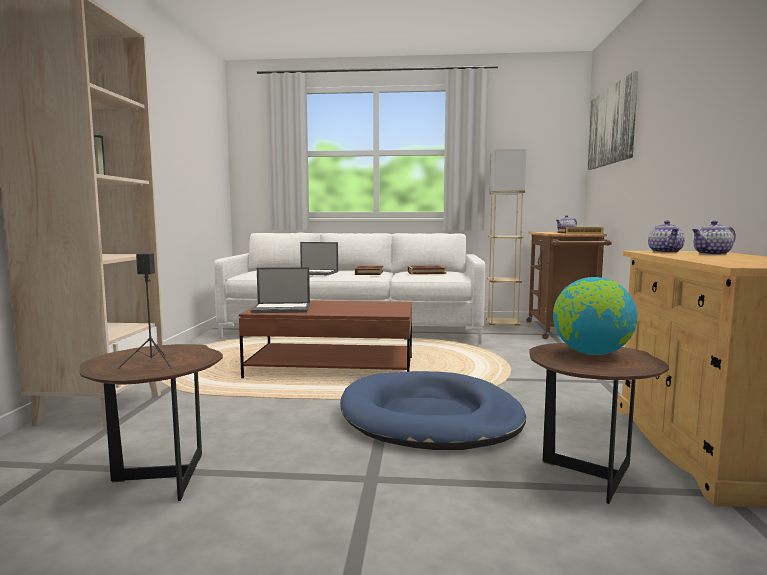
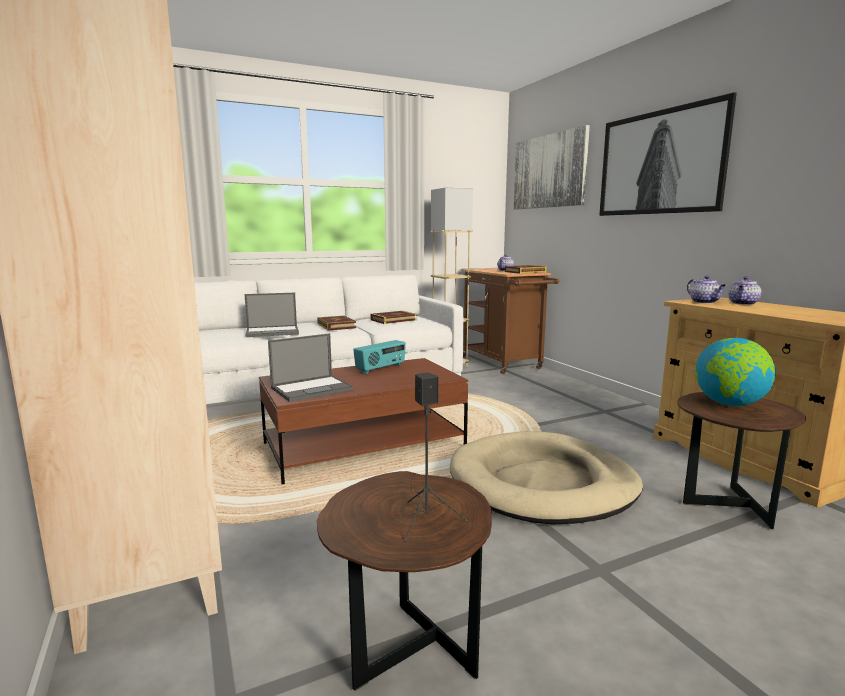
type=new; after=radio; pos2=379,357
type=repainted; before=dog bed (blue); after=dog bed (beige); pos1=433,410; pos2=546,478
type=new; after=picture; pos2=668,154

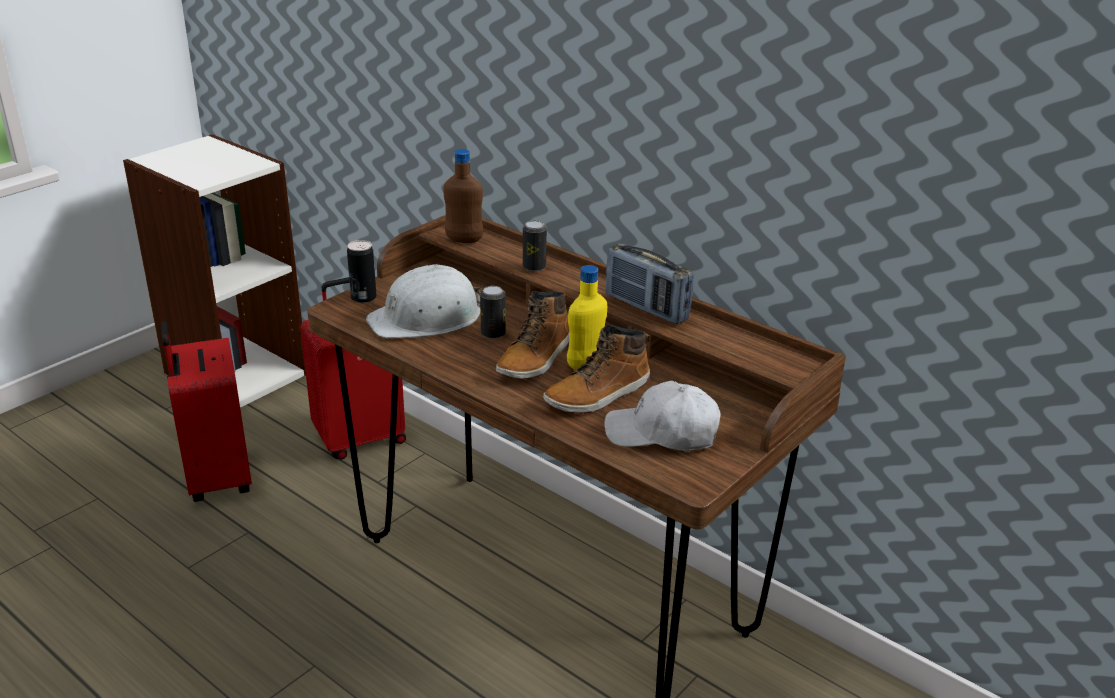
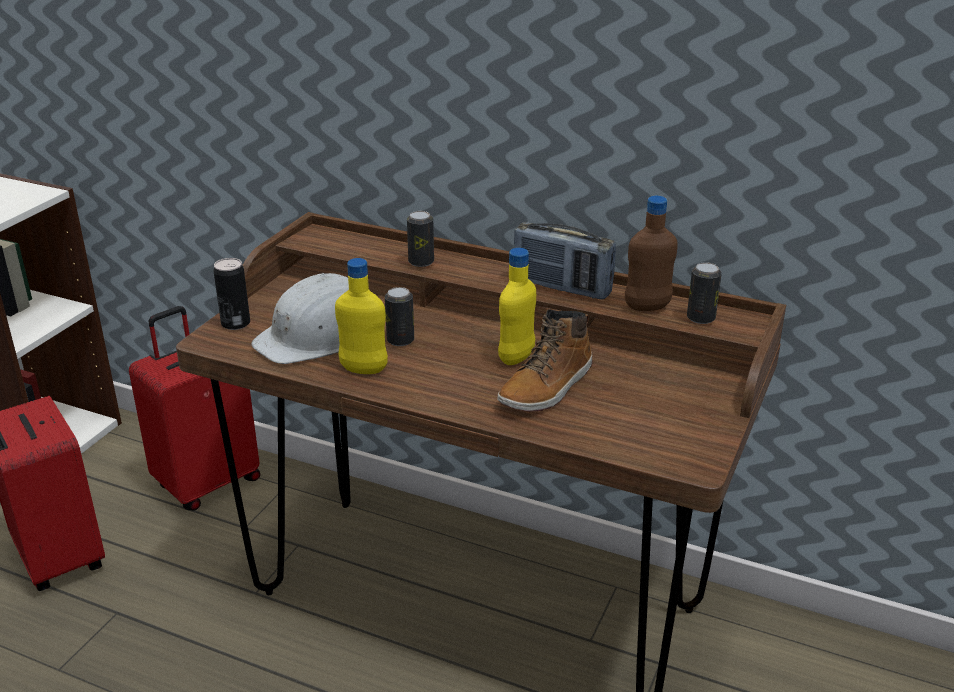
type=new; after=bottle (yellow); pos2=361,316
type=shifted; before=bottle (brown); pos1=463,196; pos2=651,253
type=new; after=can; pos2=704,293
type=gone; before=boot; pos1=532,335
type=gone; before=cap (white); pos1=662,416

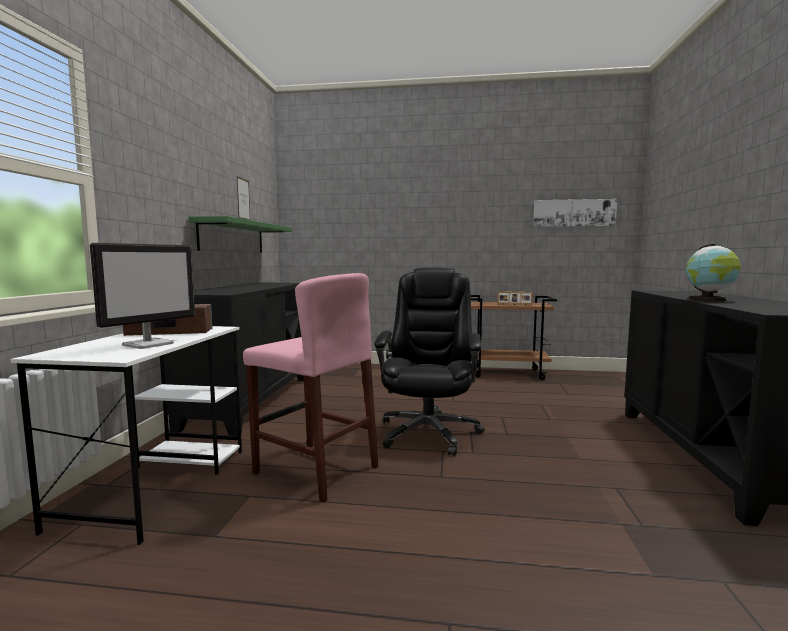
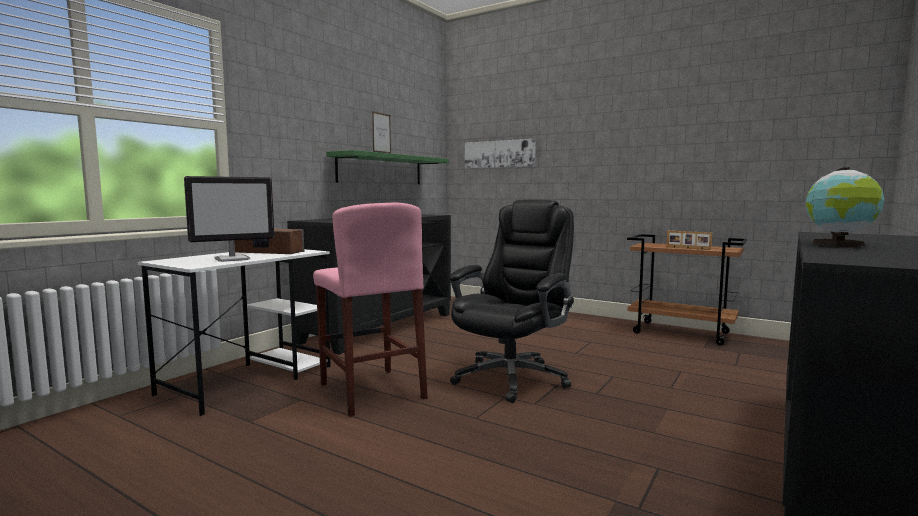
type=shifted; before=picture; pos1=575,213; pos2=500,153

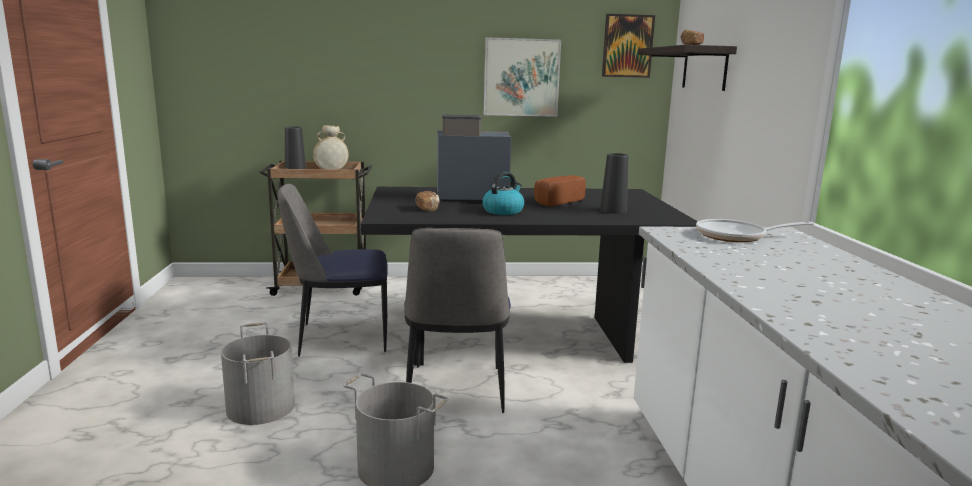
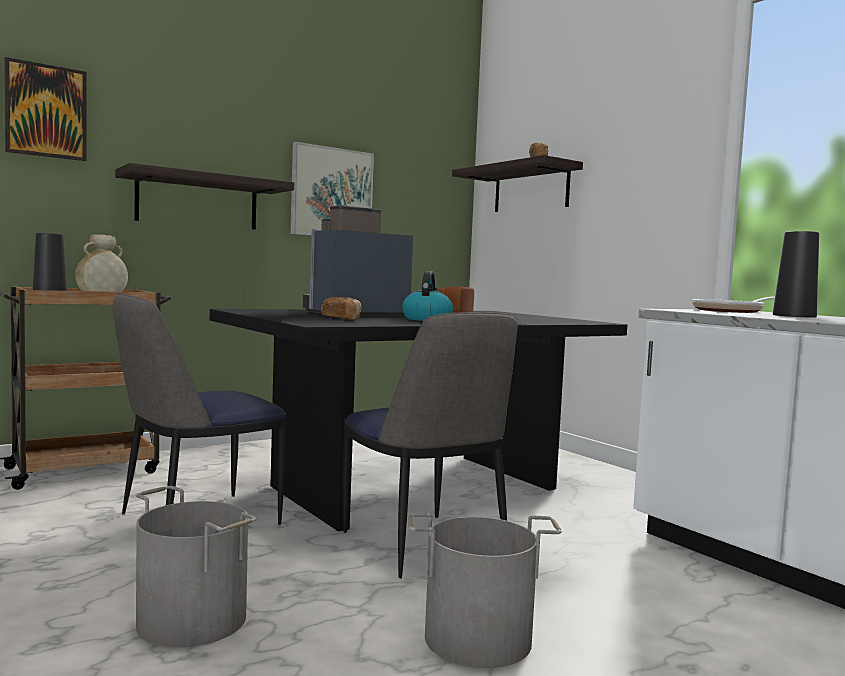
type=shifted; before=picture; pos1=628,46; pos2=45,109
type=new; after=shelf; pos2=204,196
type=shifted; before=vase (black); pos1=614,183; pos2=796,274

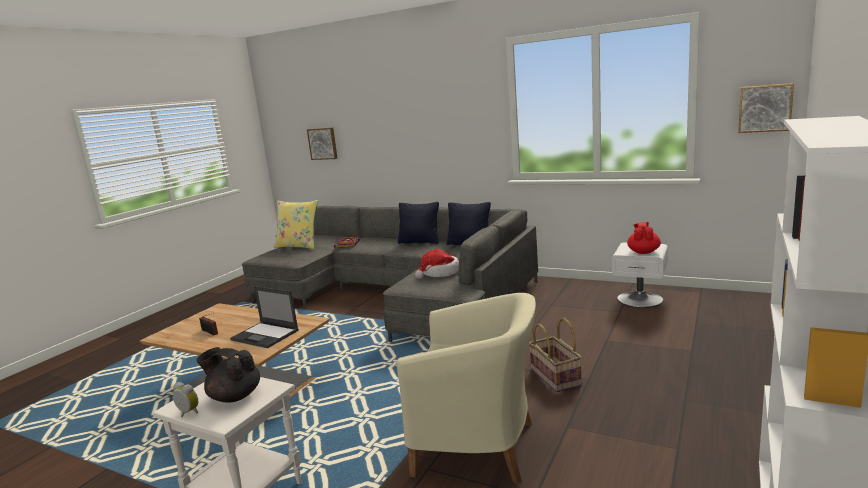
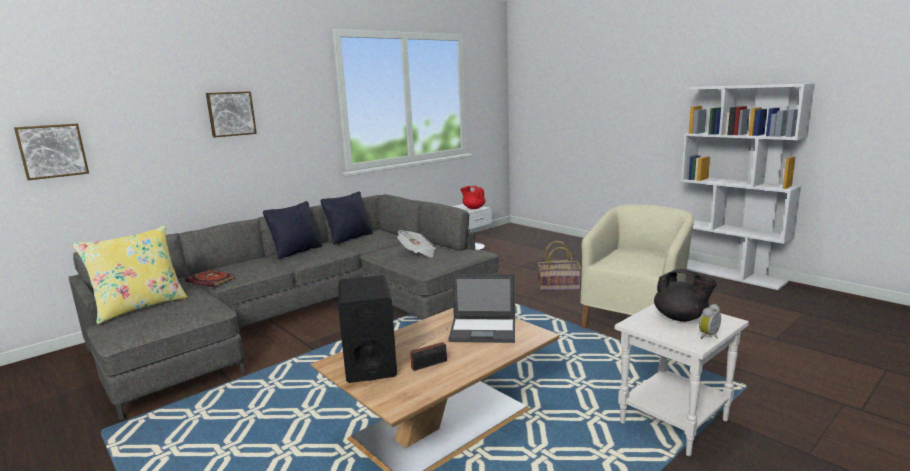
type=shifted; before=picture; pos1=766,108; pos2=231,114
type=new; after=speaker (black); pos2=367,329
type=swapped; before=hat; after=newspaper; pos1=437,264; pos2=416,243
type=rotated; before=laptop; pos1=264,317; pos2=481,308; turn=45
type=rotated; before=teapot (black); pos1=228,375; pos2=685,295; turn=-90

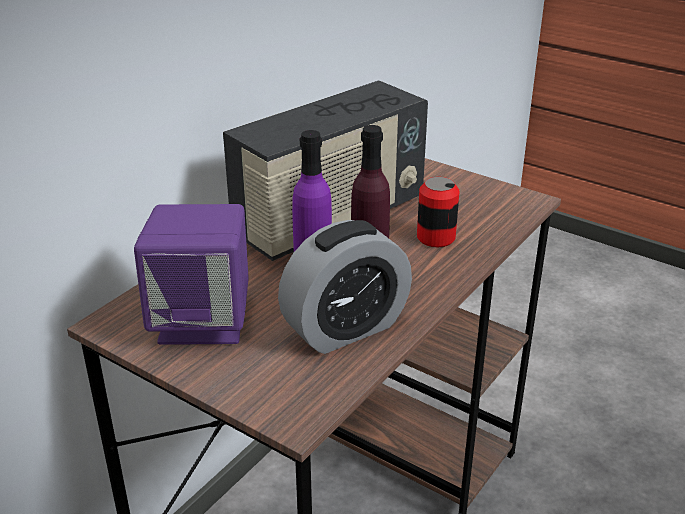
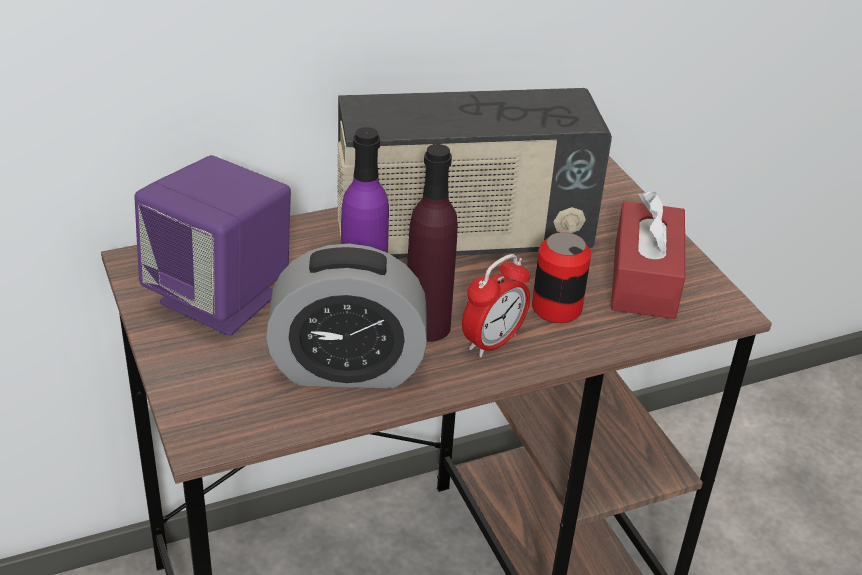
type=new; after=alarm clock; pos2=496,305
type=new; after=tissue box (red); pos2=648,255

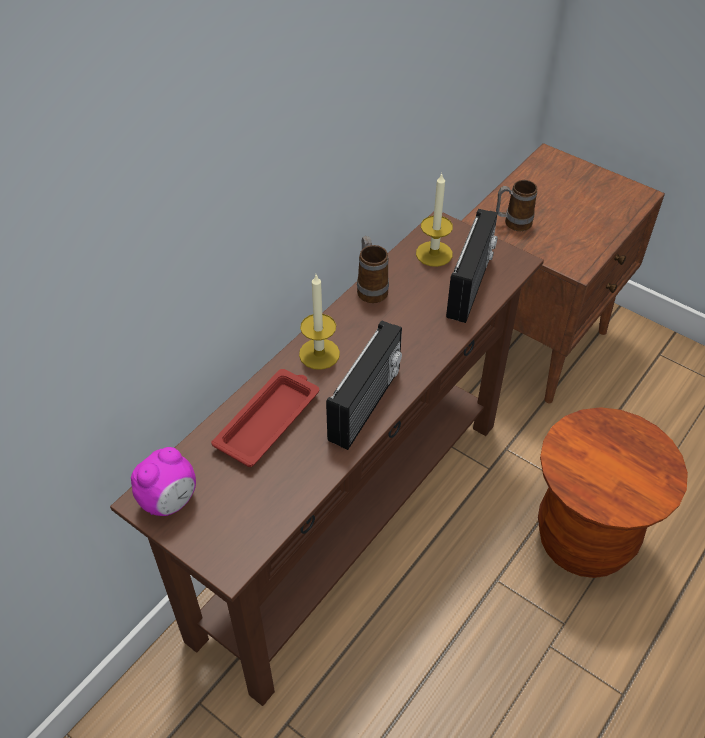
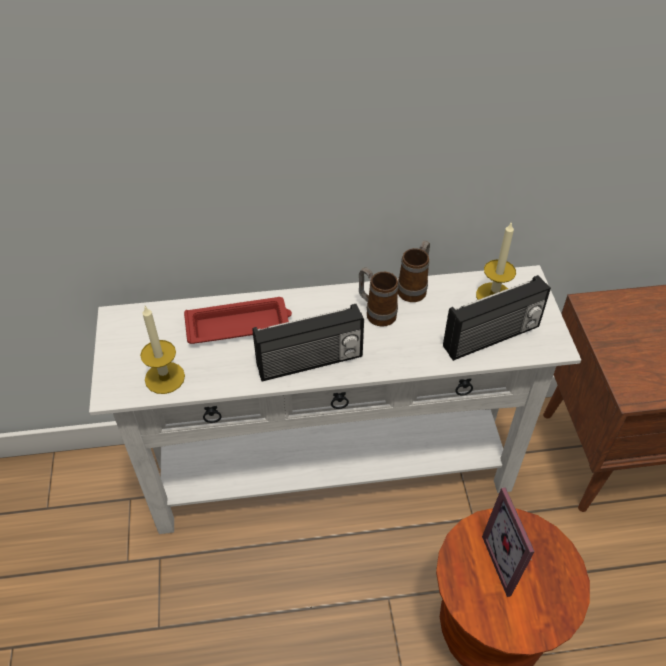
type=repainted; before=console table (brown); after=console table (white); pos1=327,459; pos2=335,399
type=shifted; before=candle; pos1=319,322; pos2=162,350
type=shifted; before=mug; pos1=516,205; pos2=378,297
type=new; after=picture frame; pos2=508,542
type=gone; before=alarm clock; pos1=163,481

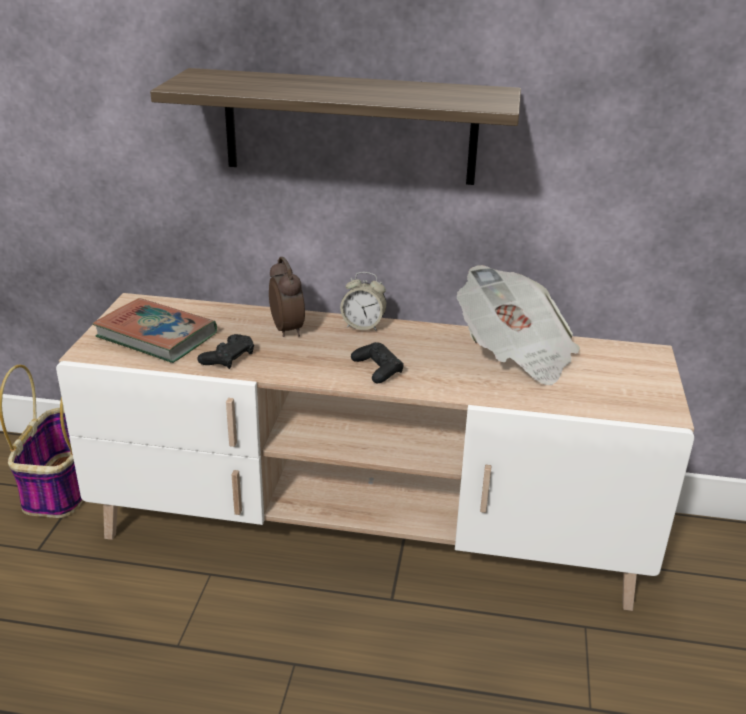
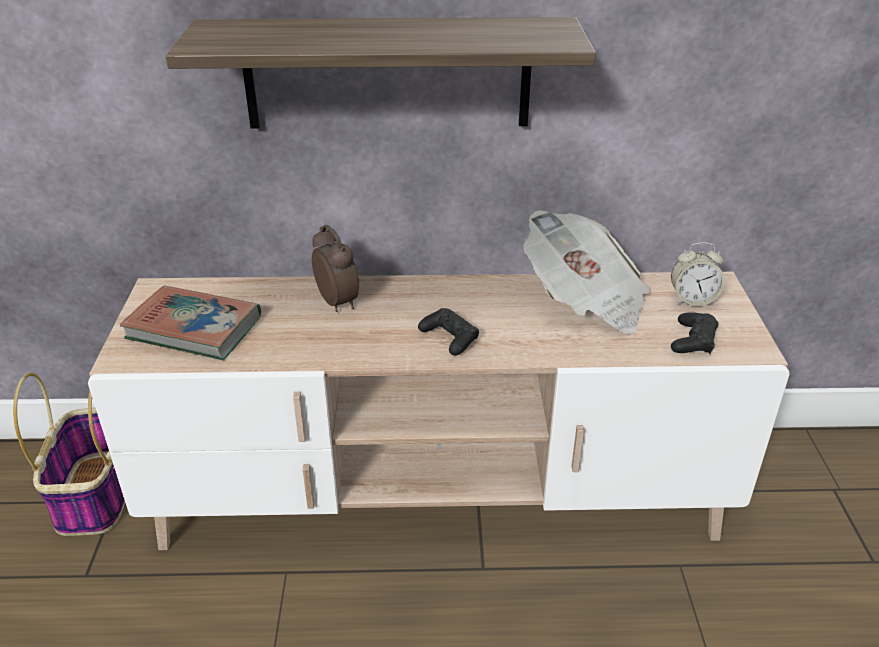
type=shifted; before=alarm clock; pos1=363,301; pos2=698,274
type=shifted; before=game controller (black); pos1=225,351; pos2=695,333

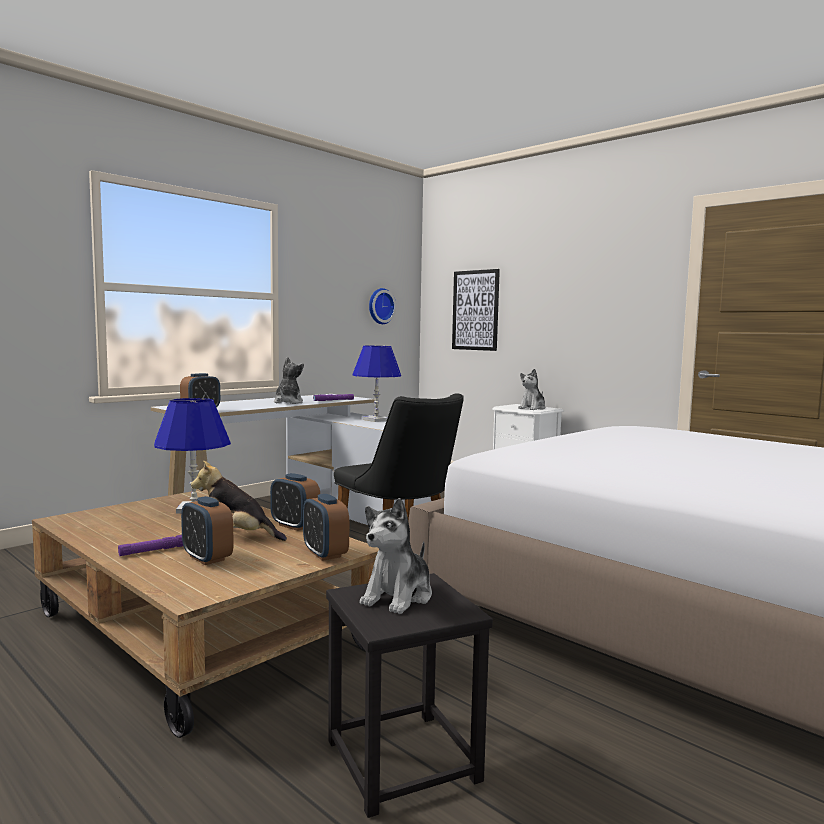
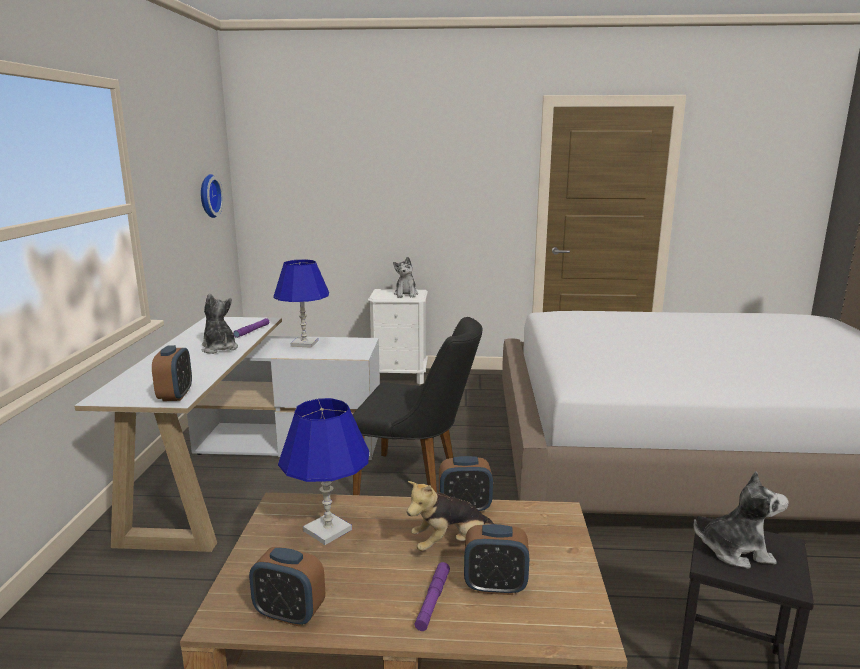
type=shifted; before=alarm clock; pos1=326,527; pos2=287,587
type=rotated; before=plush toy; pos1=396,556; pos2=741,519; turn=-75
type=gone; before=picture; pos1=476,310

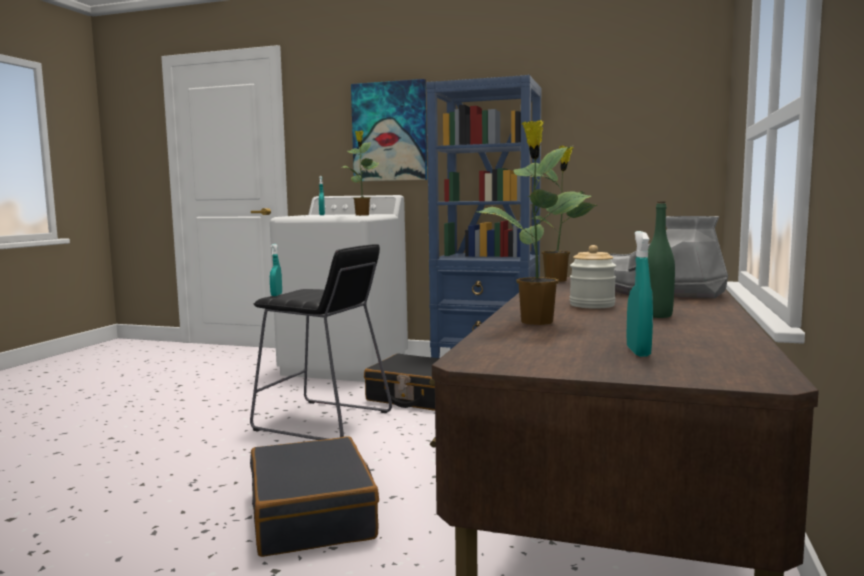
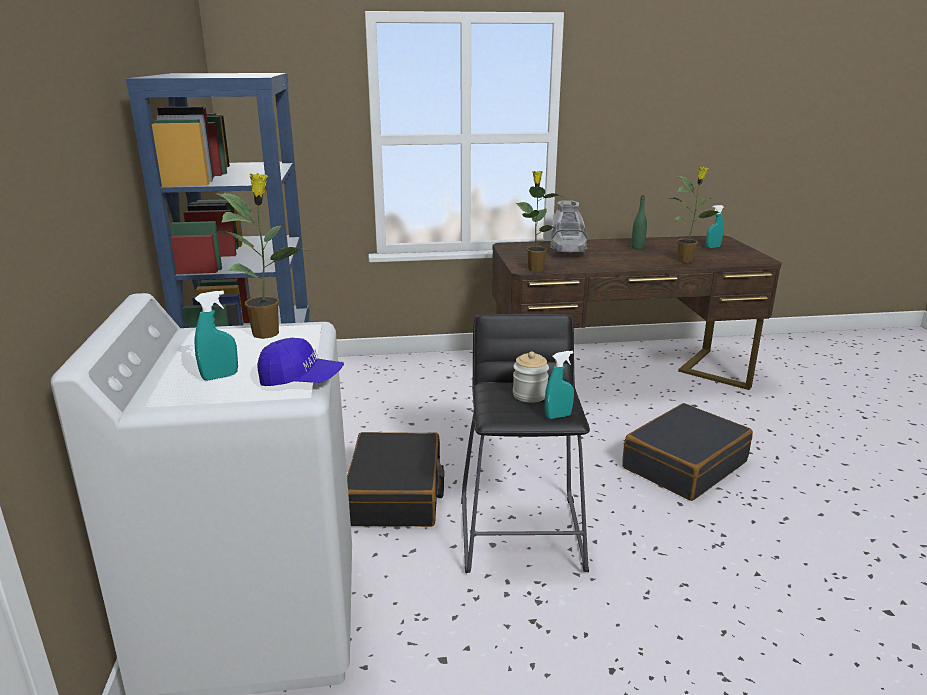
type=new; after=cap (blue); pos2=300,362
type=shifted; before=jar; pos1=593,277; pos2=531,377
type=gone; before=picture; pos1=389,130

